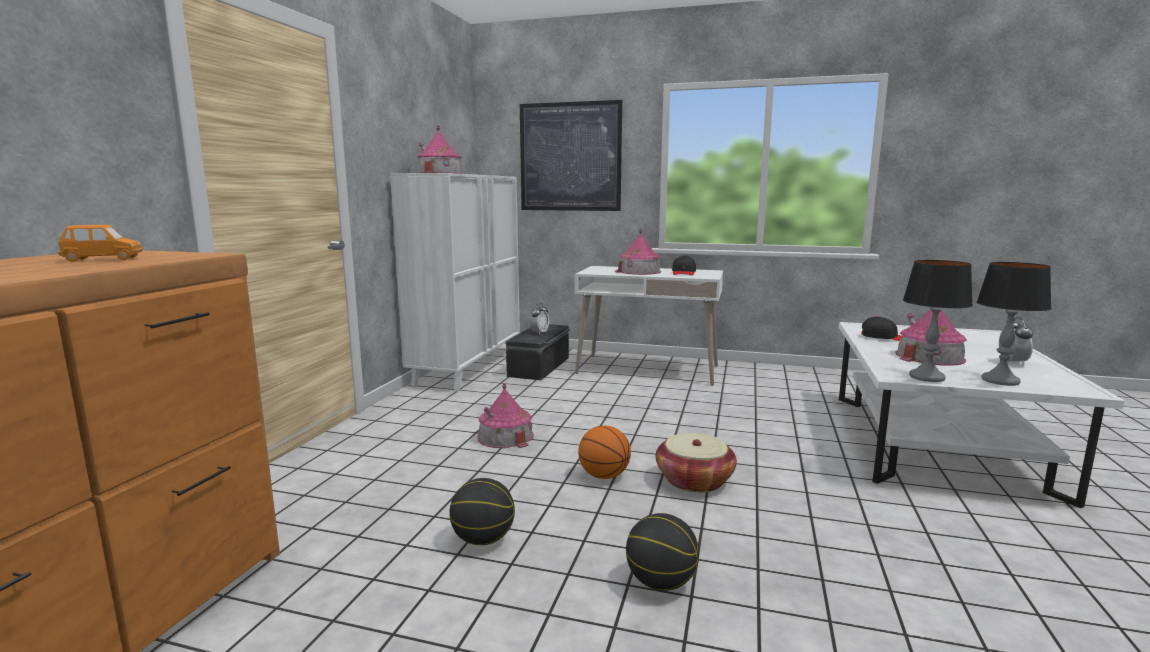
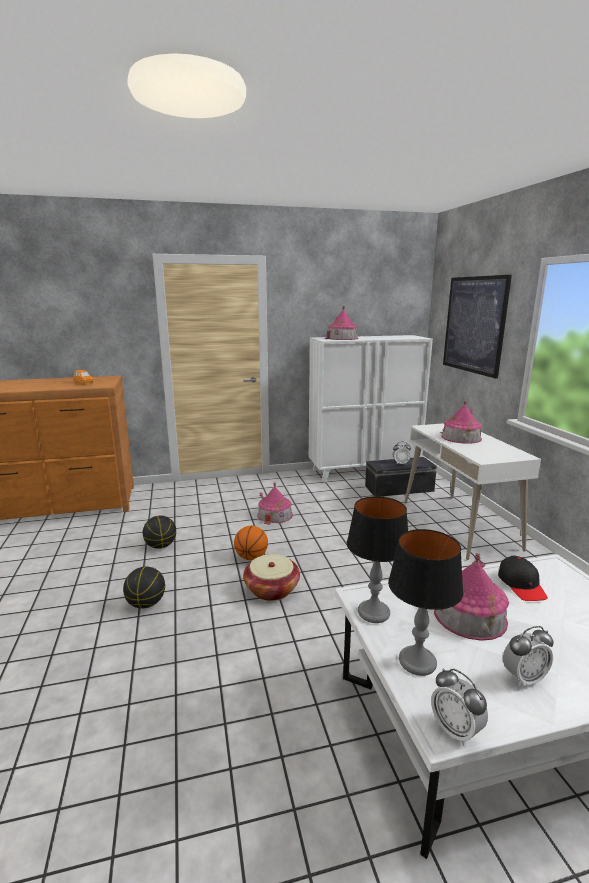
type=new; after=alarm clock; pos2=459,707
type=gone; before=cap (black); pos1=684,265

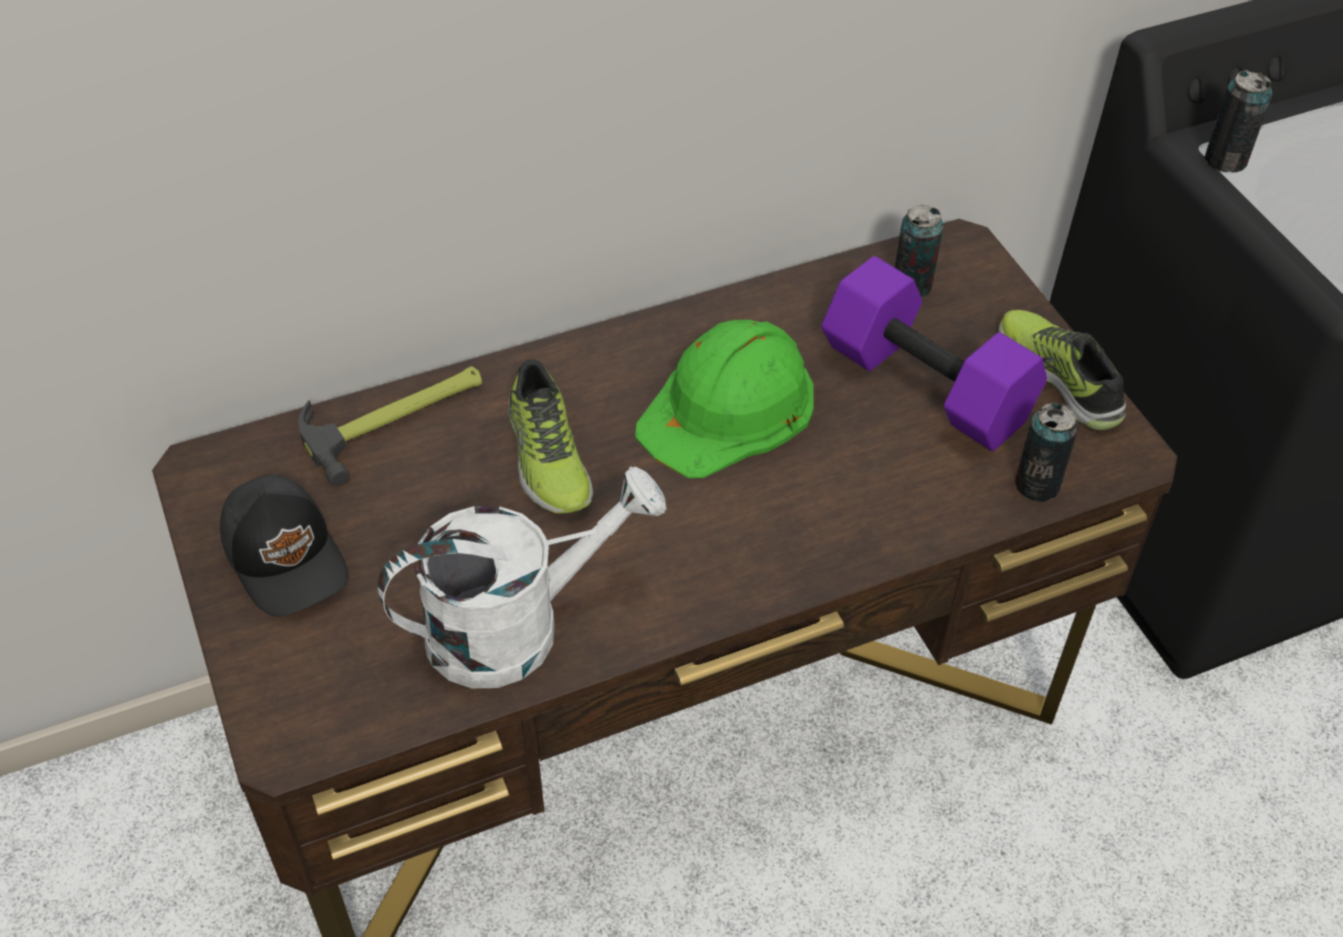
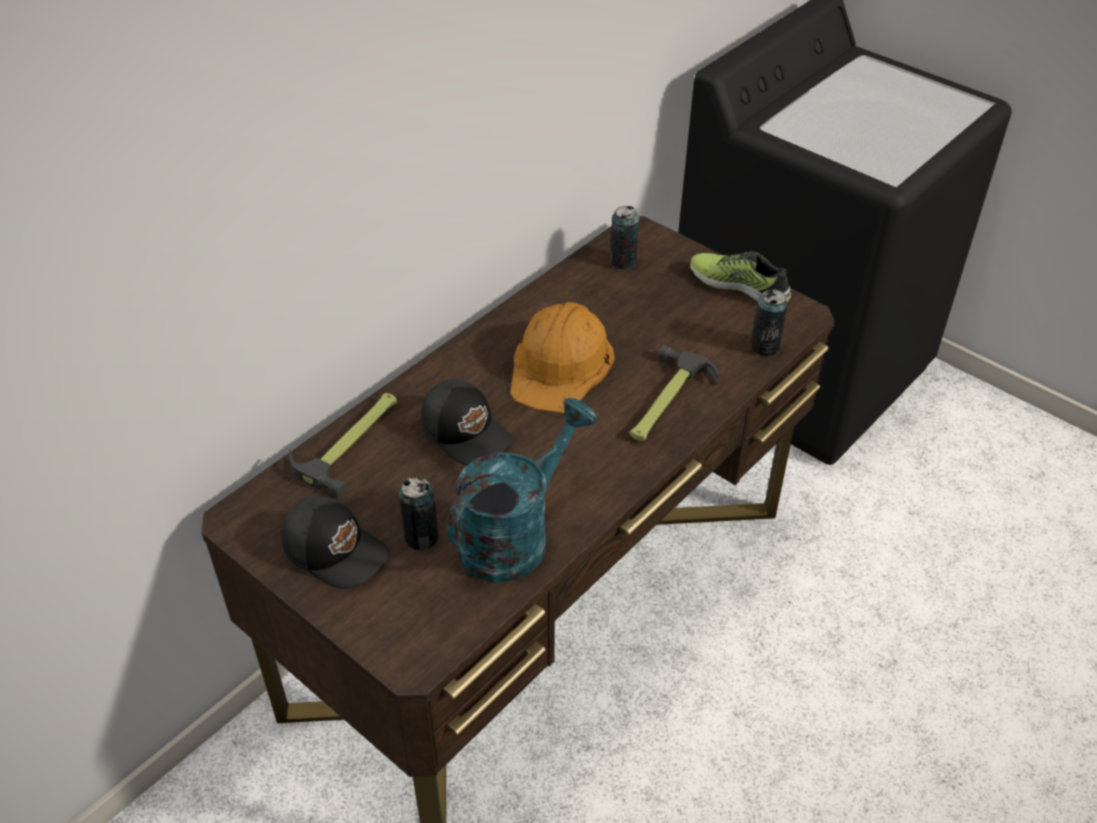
type=shifted; before=can; pos1=1238,121; pos2=419,514
type=swapped; before=shoe; after=cap (black); pos1=550,436; pos2=466,422
type=repainted; before=watering can (white); after=watering can (turquoise); pos1=522,577; pos2=522,490
type=repainted; before=hard hat (green); after=hard hat (orange); pos1=724,399; pos2=562,357
type=new; after=hammer; pos2=674,393
type=gone; before=dumbbell (purple); pos1=934,353

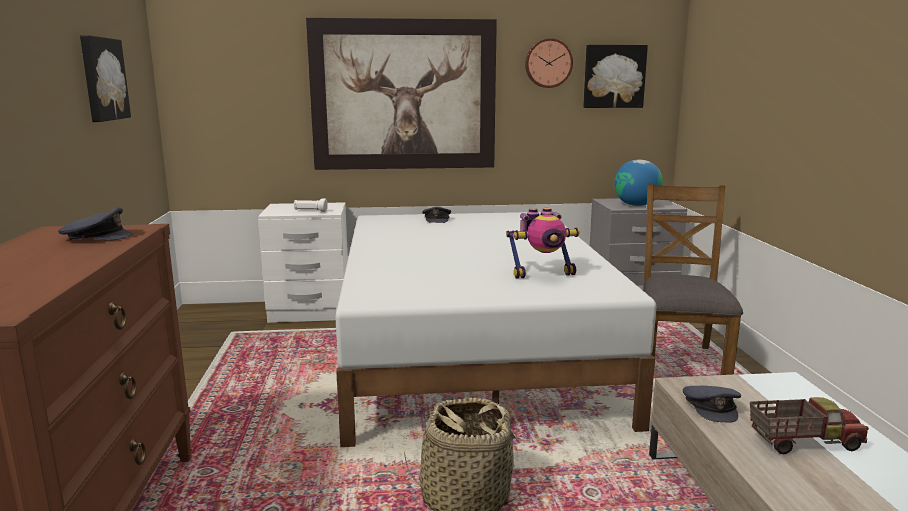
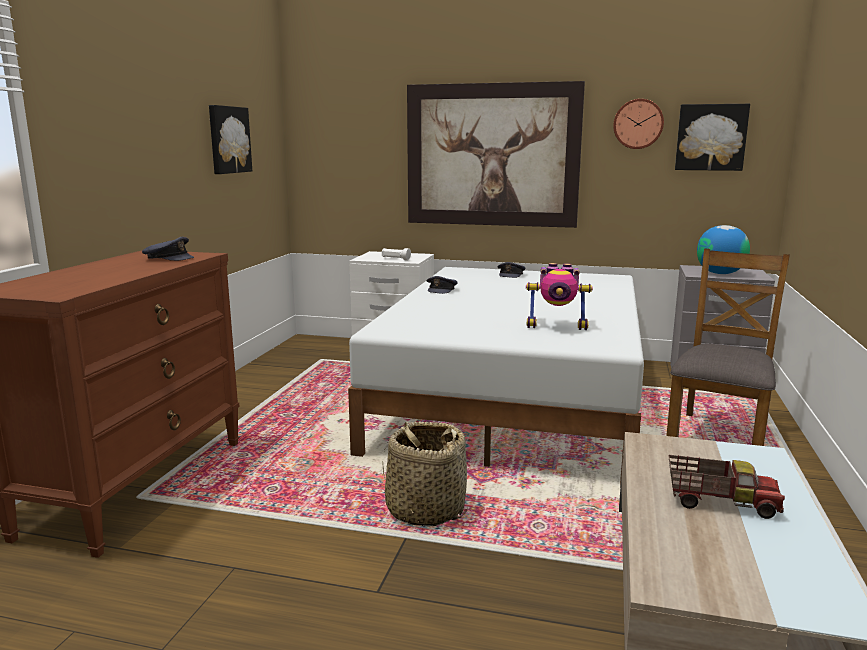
type=shifted; before=cap (grey); pos1=712,404; pos2=442,285

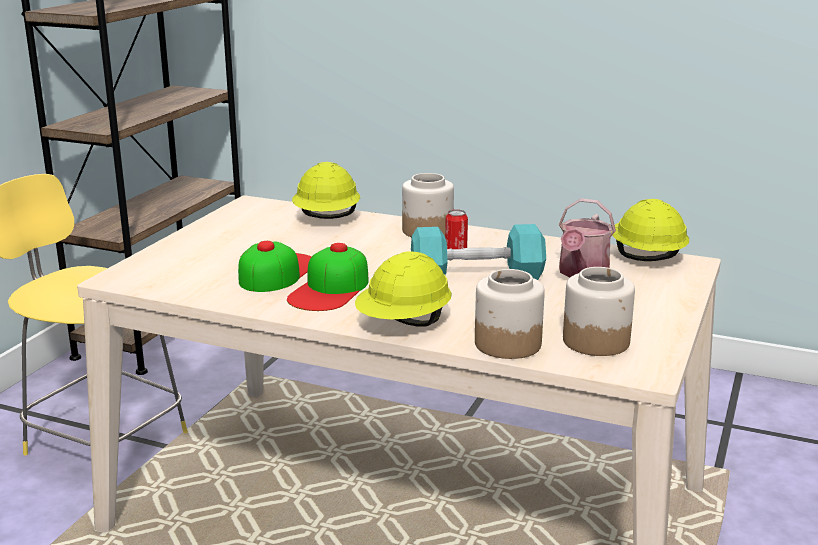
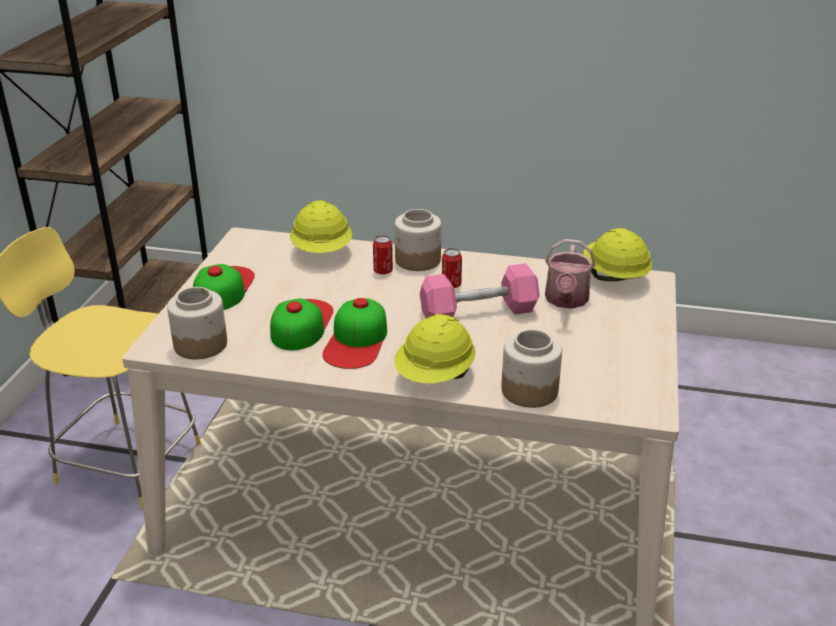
type=shifted; before=jar; pos1=599,311; pos2=197,323
type=new; after=cap; pos2=224,287
type=new; after=can; pos2=383,255
type=repainted; before=dumbbell (turquoise); after=dumbbell (pink); pos1=478,252; pos2=480,290

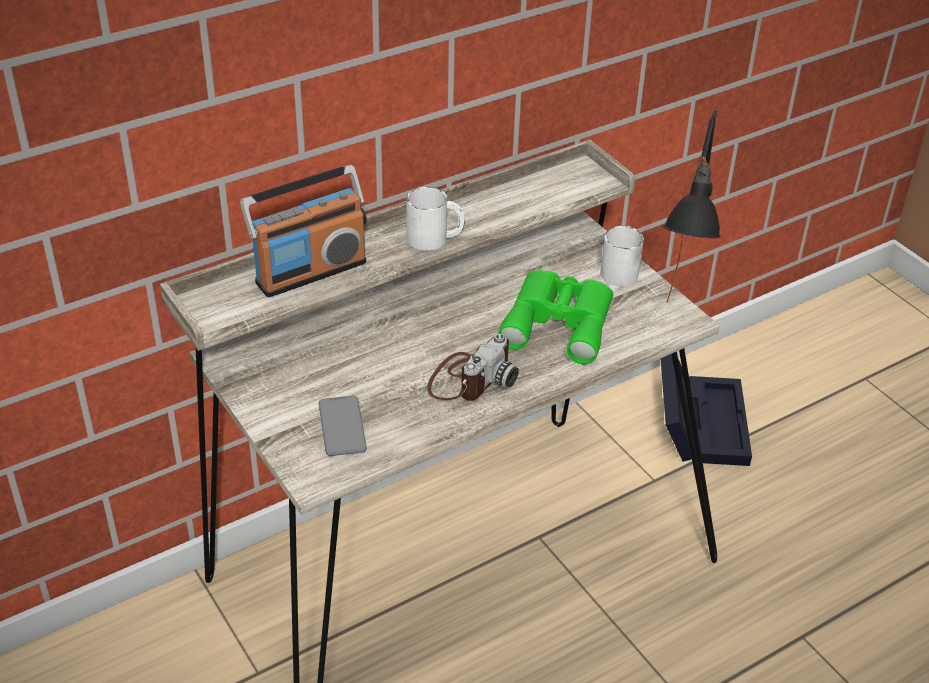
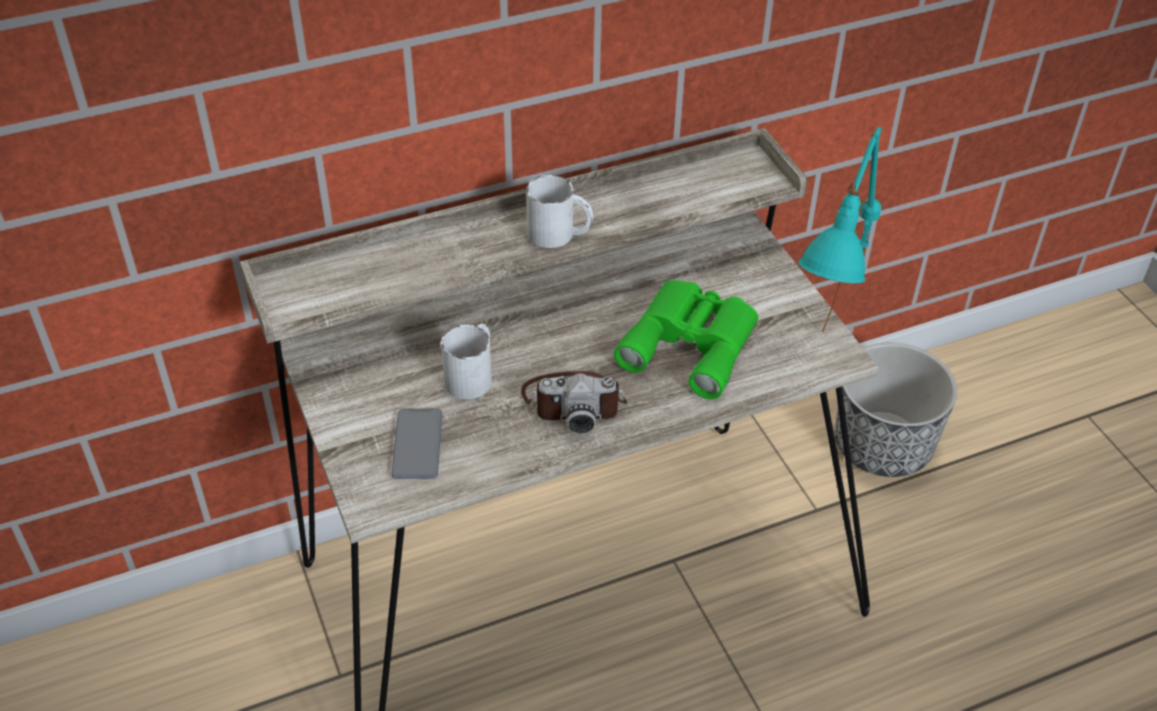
type=shifted; before=mug (white); pos1=622,256; pos2=466,361
type=rotated; before=photo camera; pos1=473,367; pos2=574,402; turn=45
type=repainted; before=table lamp (black); after=table lamp (turquoise); pos1=692,206; pos2=840,229
type=swapped; before=storage box (black); after=planter; pos1=706,410; pos2=896,410
type=gone; before=radio; pos1=303,231

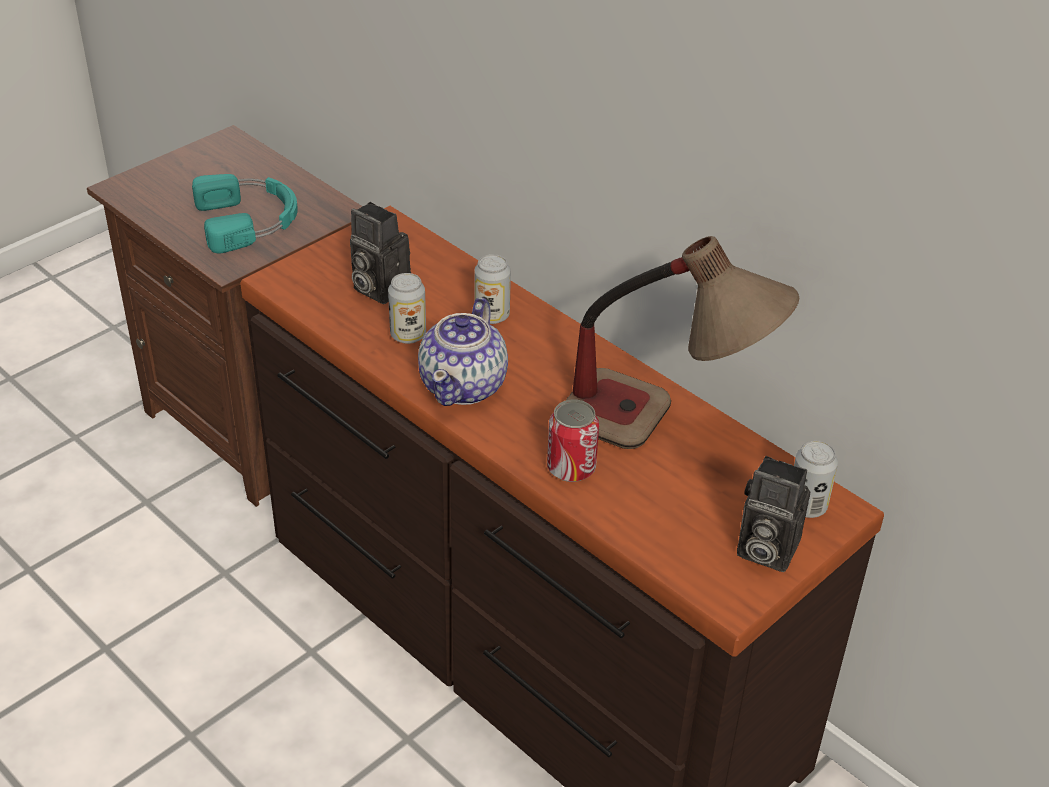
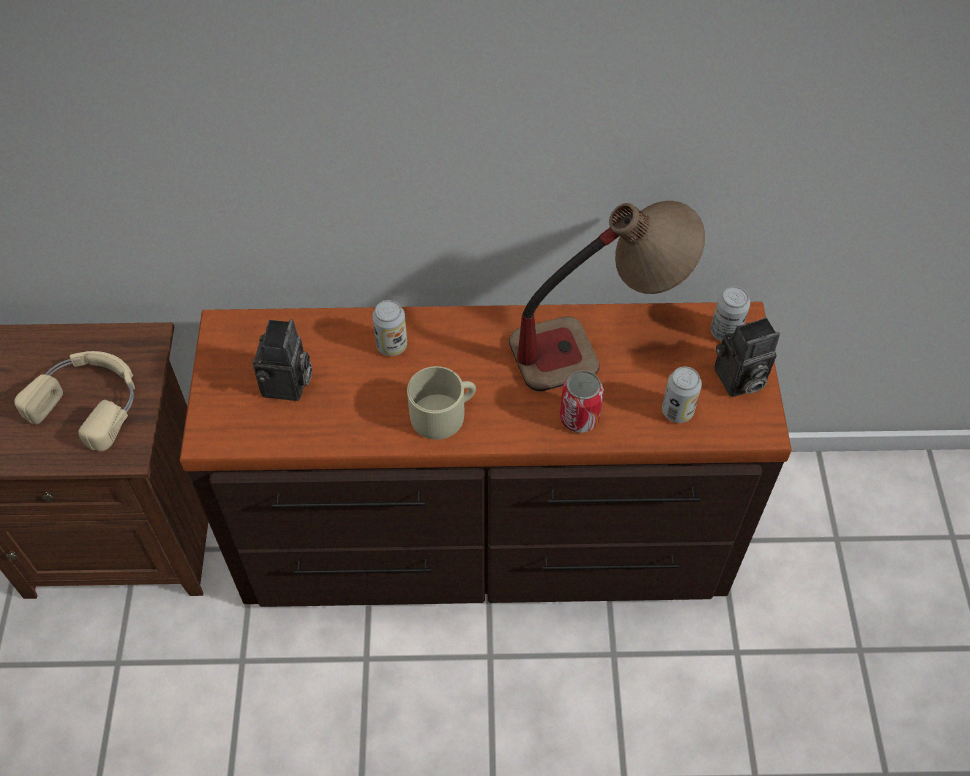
type=repainted; before=headphones (turquoise); after=headphones (beige); pos1=245,213; pos2=74,401
type=rotated; before=photo camera; pos1=380,253; pos2=282,360; turn=-75
type=swapped; before=teapot; after=mug (beige); pos1=463,351; pos2=441,403
type=shifted; before=can; pos1=407,308; pos2=682,394

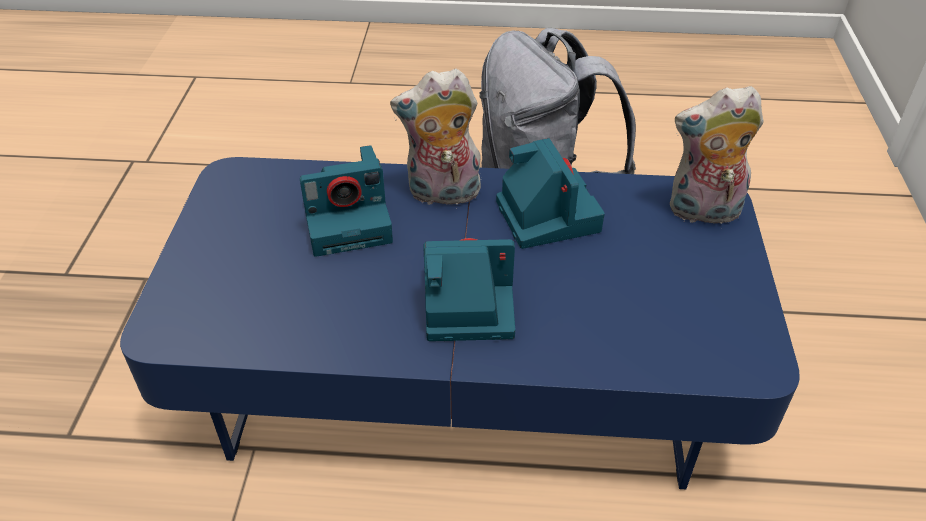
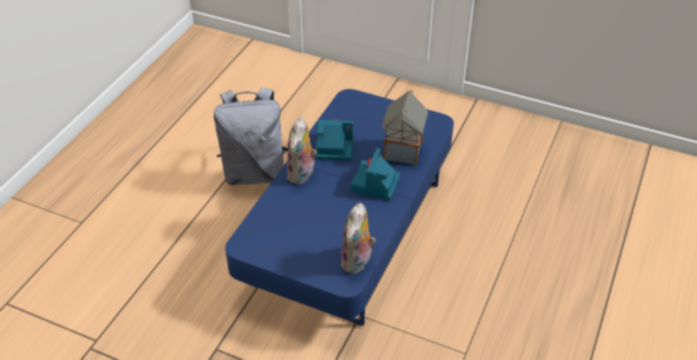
type=shifted; before=plush toy; pos1=717,155; pos2=358,238
type=new; after=toy house; pos2=405,128
type=gone; before=photo camera; pos1=346,201

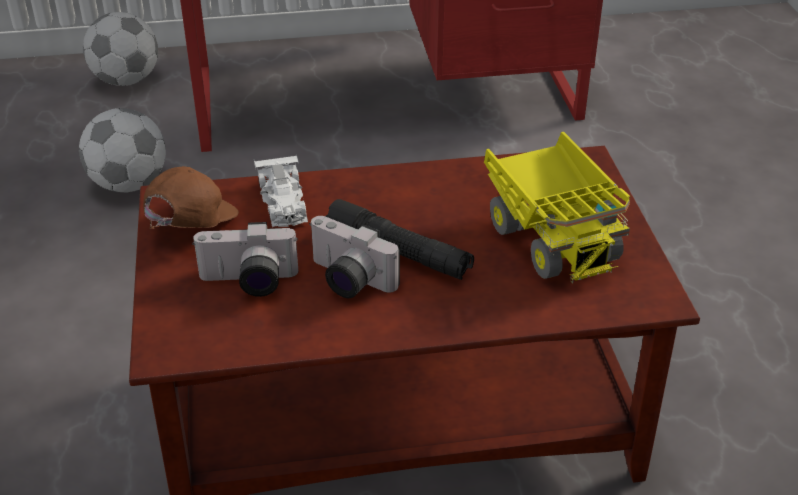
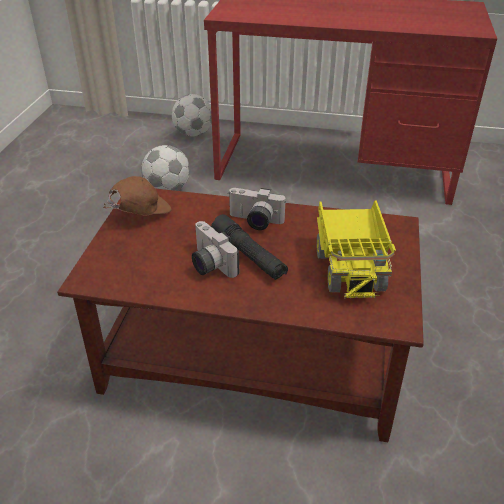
type=shifted; before=photo camera; pos1=245,259; pos2=257,209
type=gone; before=toy car (white); pos1=281,191

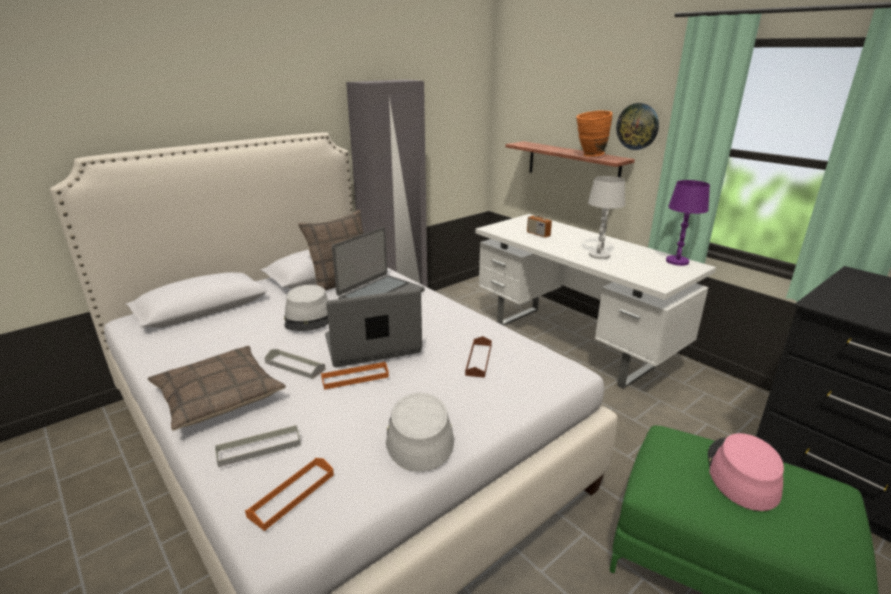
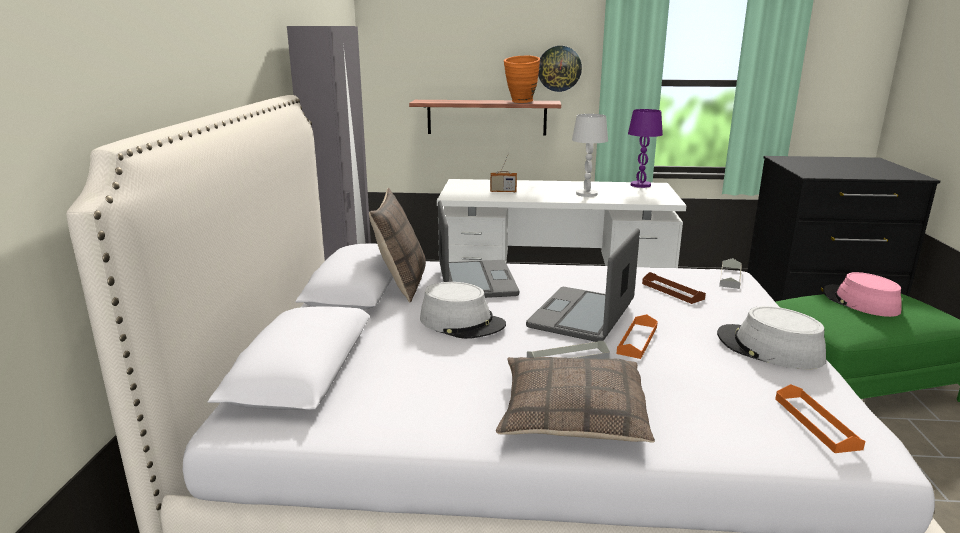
type=shifted; before=tray (grey); pos1=258,446; pos2=730,273

